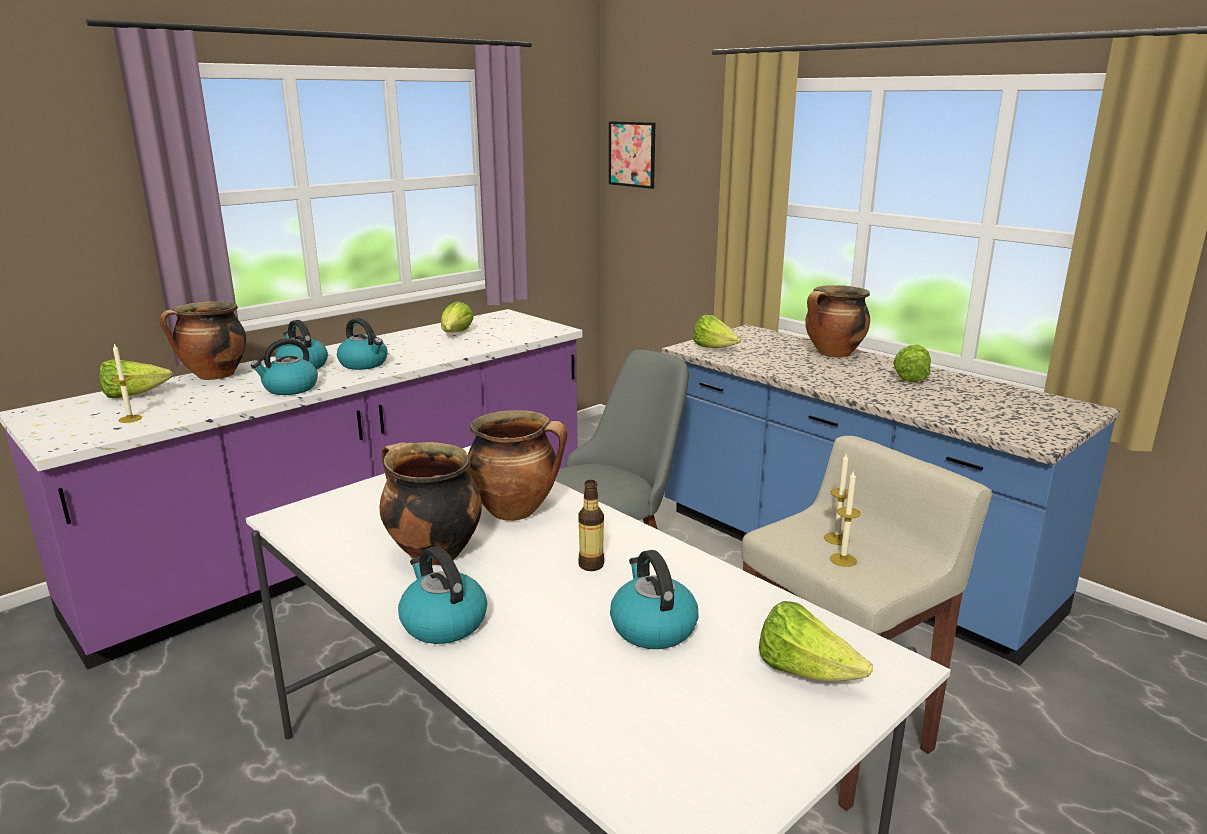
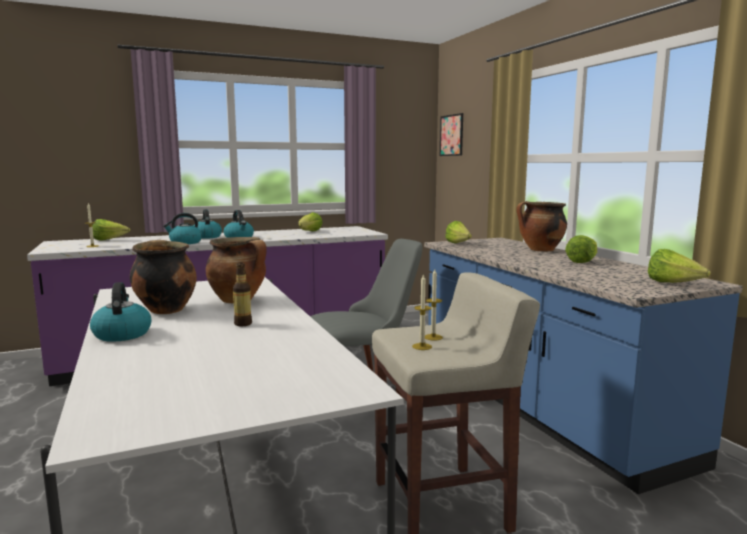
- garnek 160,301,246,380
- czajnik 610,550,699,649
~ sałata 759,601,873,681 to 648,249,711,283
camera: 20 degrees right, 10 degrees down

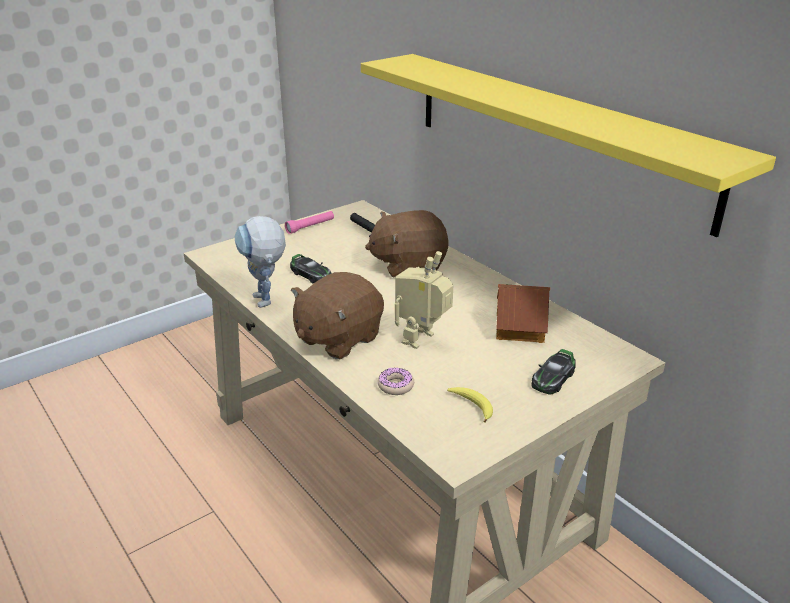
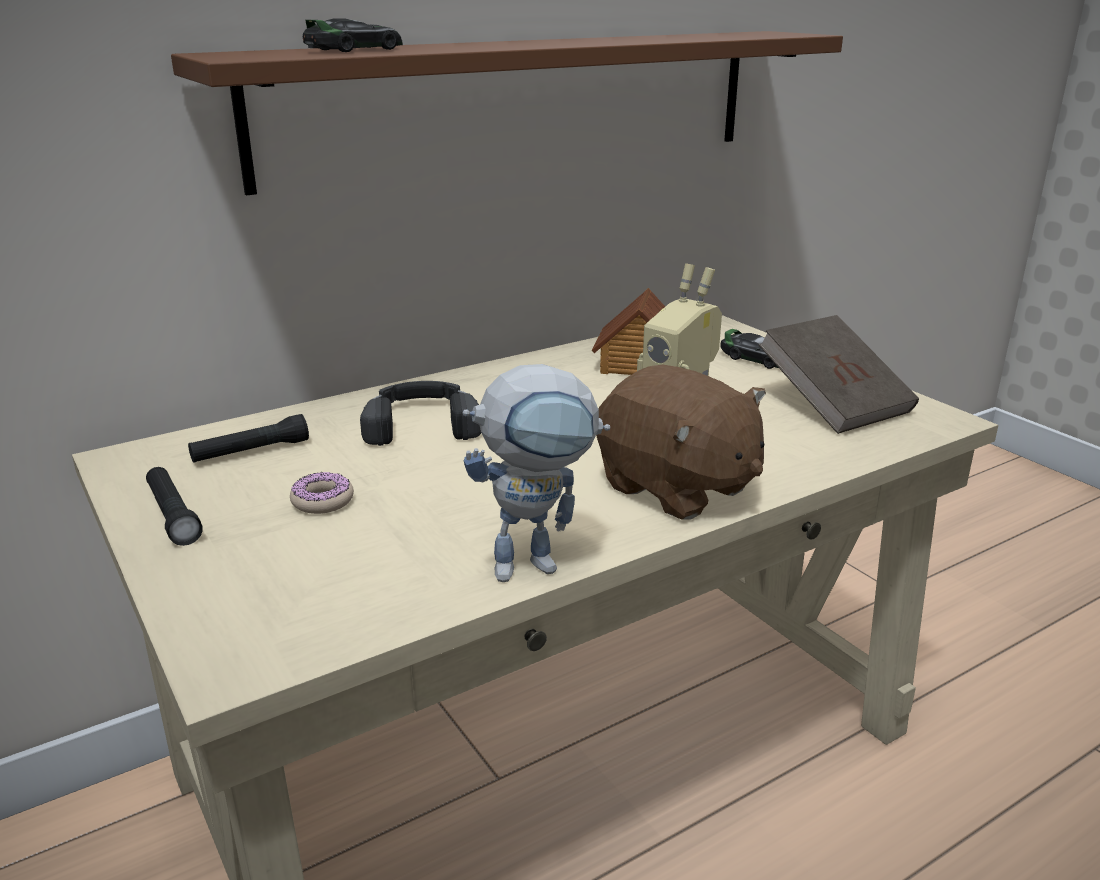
~ samochodzik 290,254,332,283 to 303,18,403,52
~ donut 378,368,414,395 to 290,472,354,514
~ pluszak/brązowy 365,210,449,277 to słuchawki/czarny 360,381,481,446
~ banan 447,387,493,423 to książka/brązowy 759,315,919,434
~ latarka/różowy 285,211,334,234 to latarka/czarny 146,467,203,546
~ półka/żółty 361,54,776,237 to półka/brązowy 171,31,843,195
camera: 85 degrees left, 5 degrees down

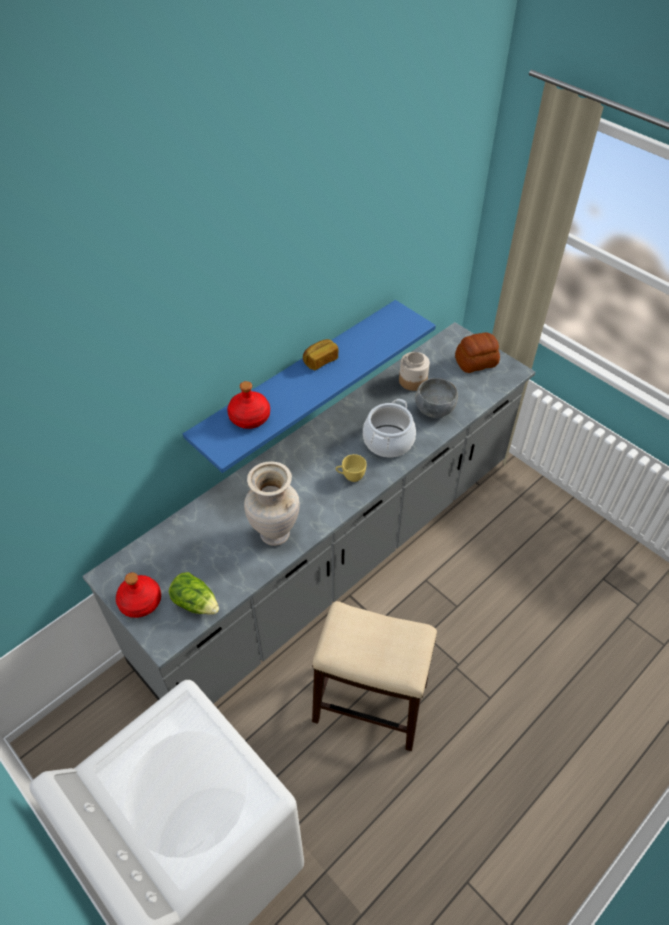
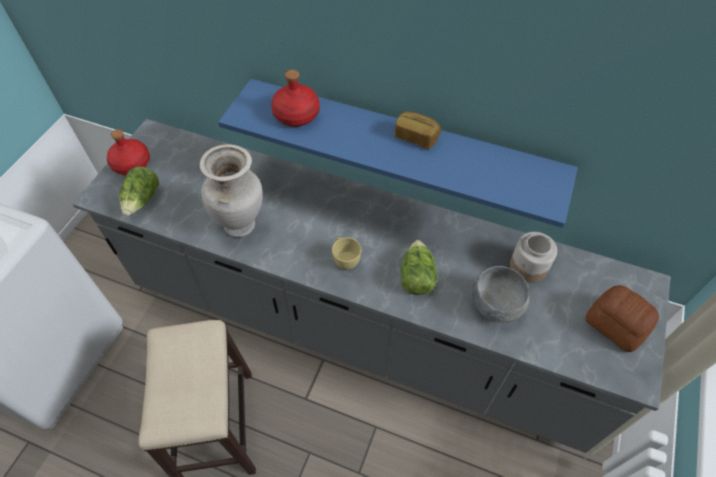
~ garnek 363,399,416,457 to sałata 401,240,437,295
camera: 65 degrees right, 5 degrees up

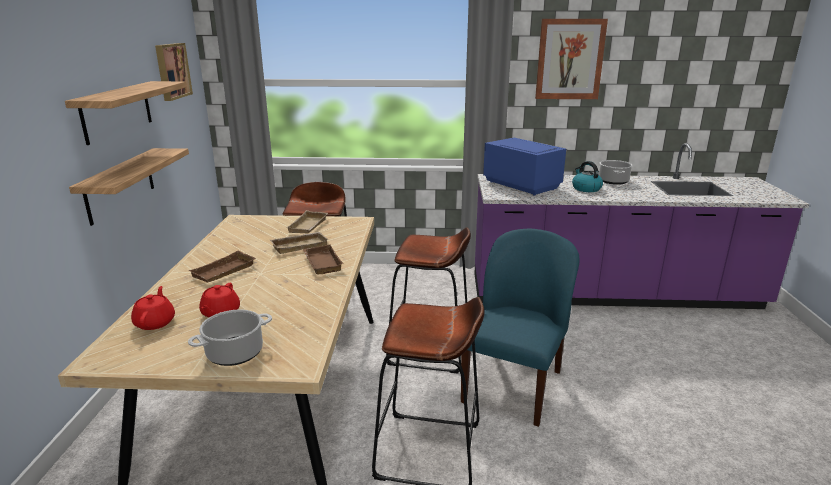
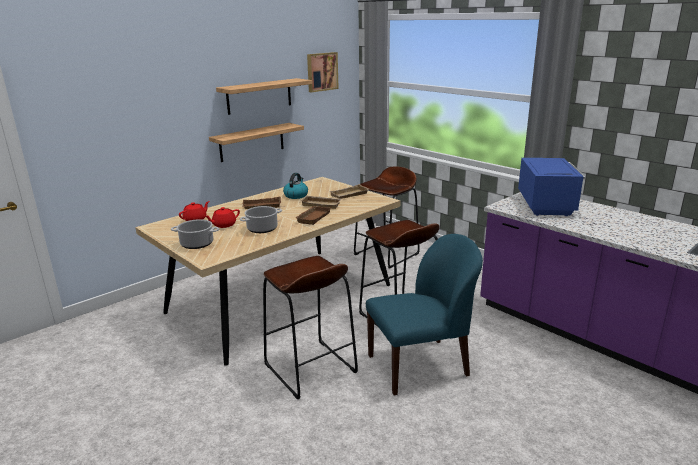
- obraz 535,19,608,99
~ czajnik 572,161,603,192 to 283,173,308,199
~ garnek 599,160,633,185 to 240,206,282,233
camera: 45 degrees right, 0 degrees up

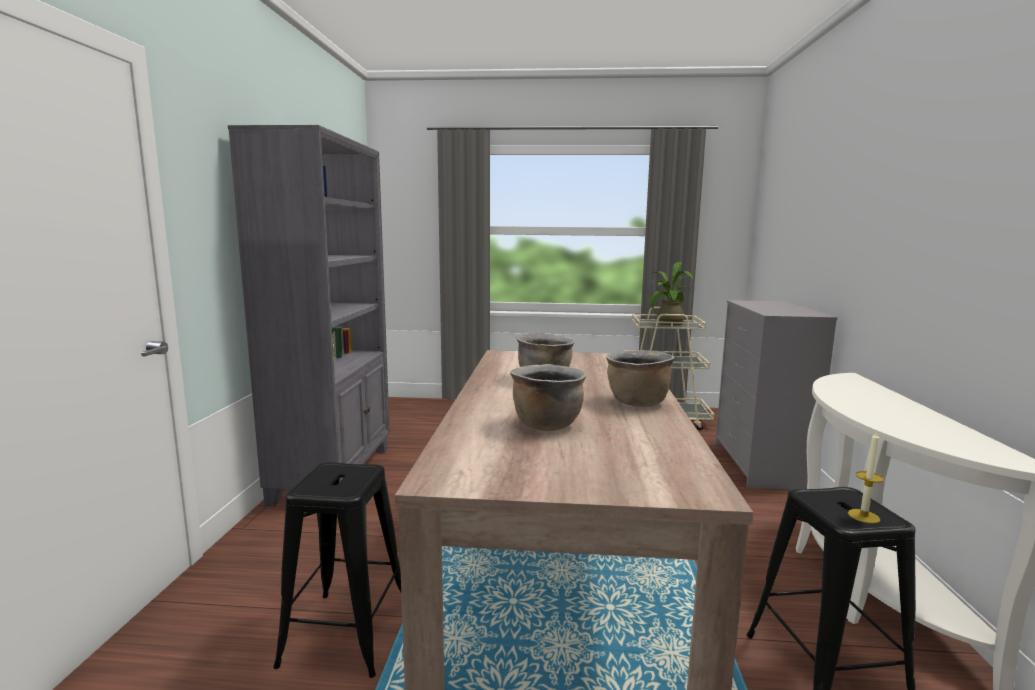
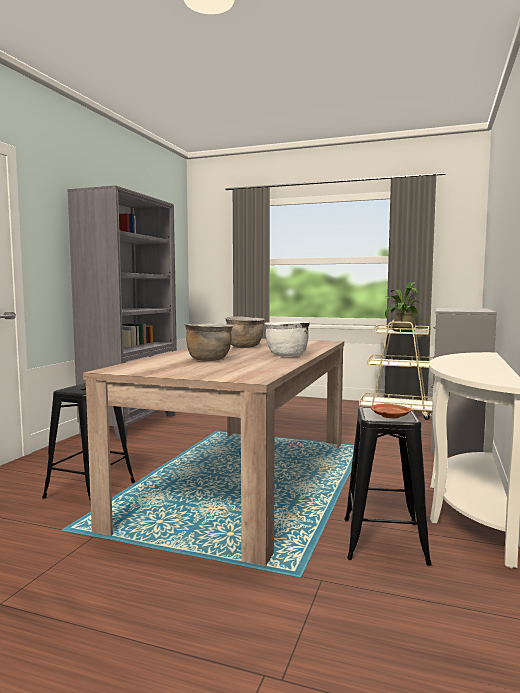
~ świeca 848,430,884,524 to talerz/brązowy 370,404,411,418
~ garnek/brązowy 606,350,675,407 to garnek/biały 264,322,310,356
camera: 15 degrees right, 5 degrees down

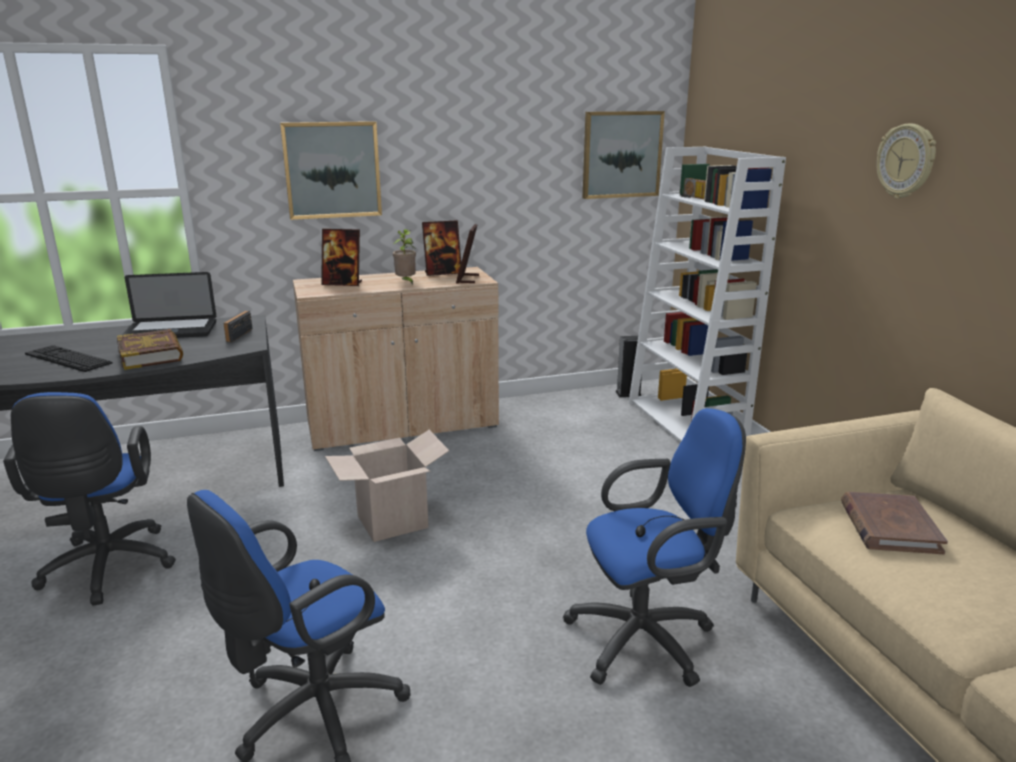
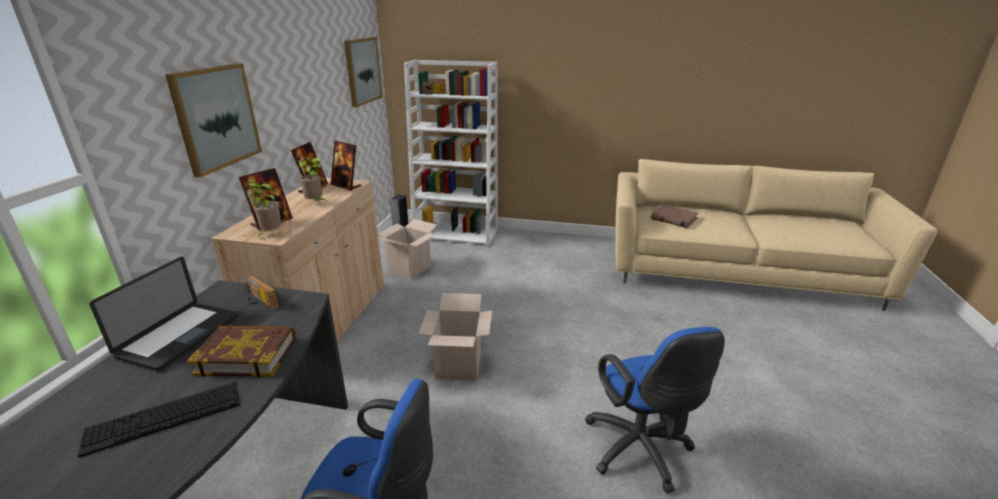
- krzesło biurowe/niebieski 563,408,746,687
- zegar ścienny 876,124,936,199
+ roślina doniczkowa 243,182,282,237
+ karton 378,219,437,280
camera: 60 degrees left, 5 degrees up

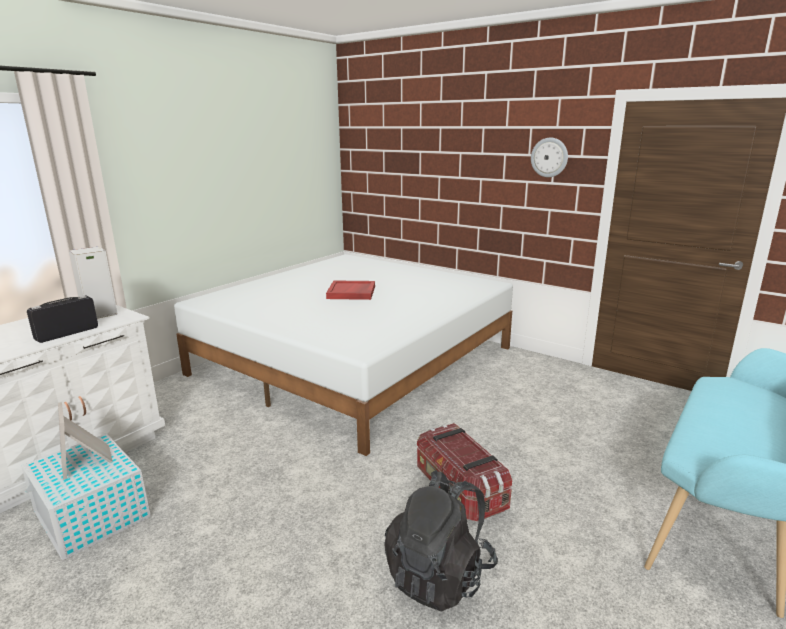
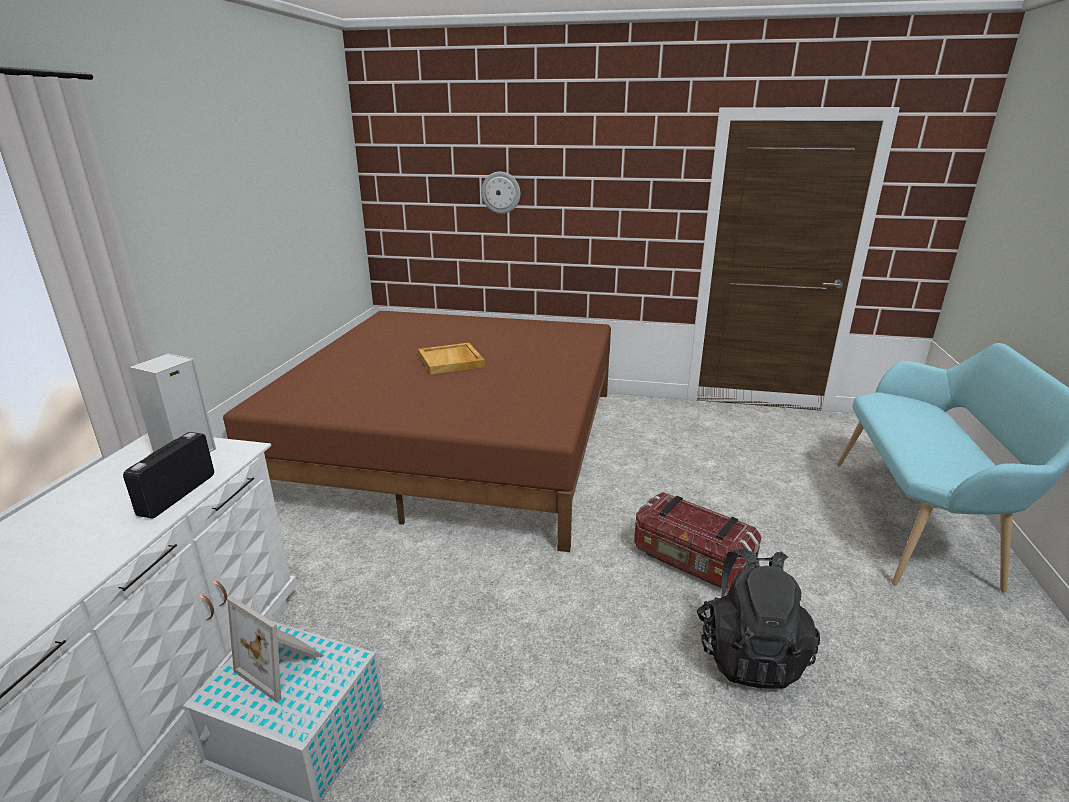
~ zegar ścienny 531,138,568,177 to 481,171,520,214
~ łóżko/biały 174,254,513,456 to łóżko/brązowy 223,311,611,552
~ taca/czerwony 326,280,375,300 to taca/beżowy 418,343,485,375
camera: 25 degrees left, 5 degrees up

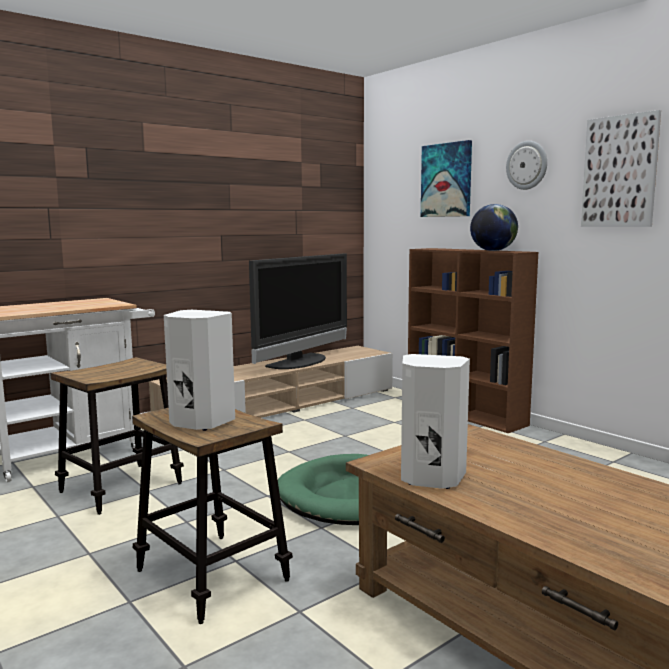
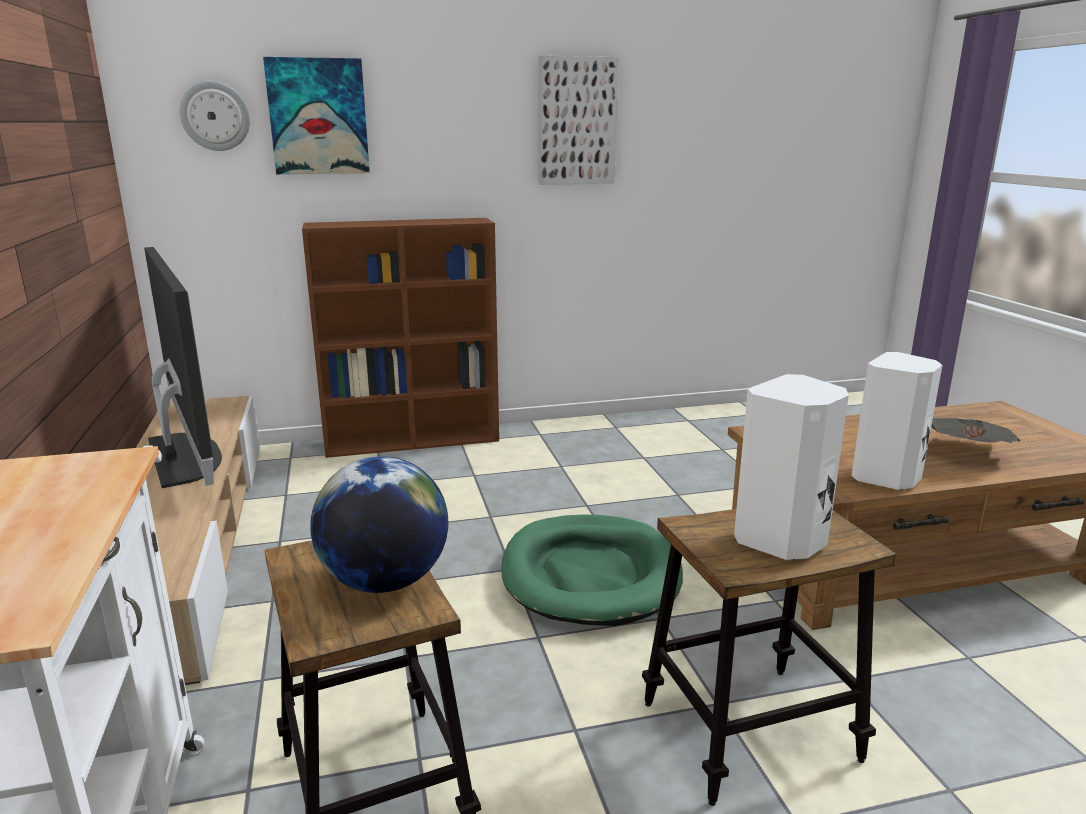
+ gazeta 931,418,1021,443
~ globus 470,204,518,251 to 310,456,448,593
~ zegar ścienny 506,141,547,190 to 180,81,250,151
camera: 65 degrees left, 10 degrees up

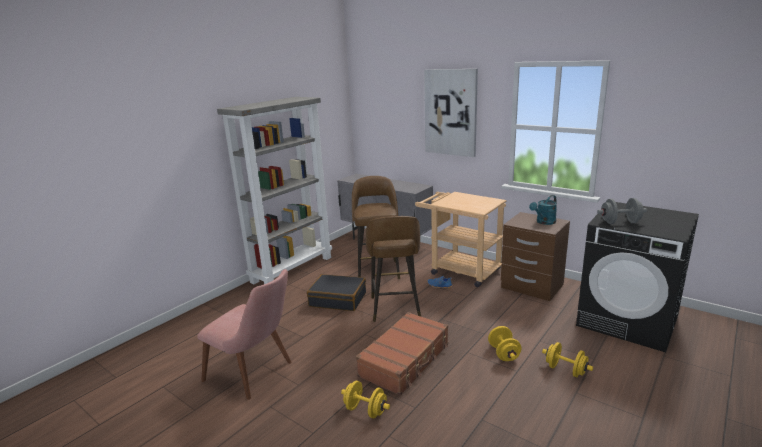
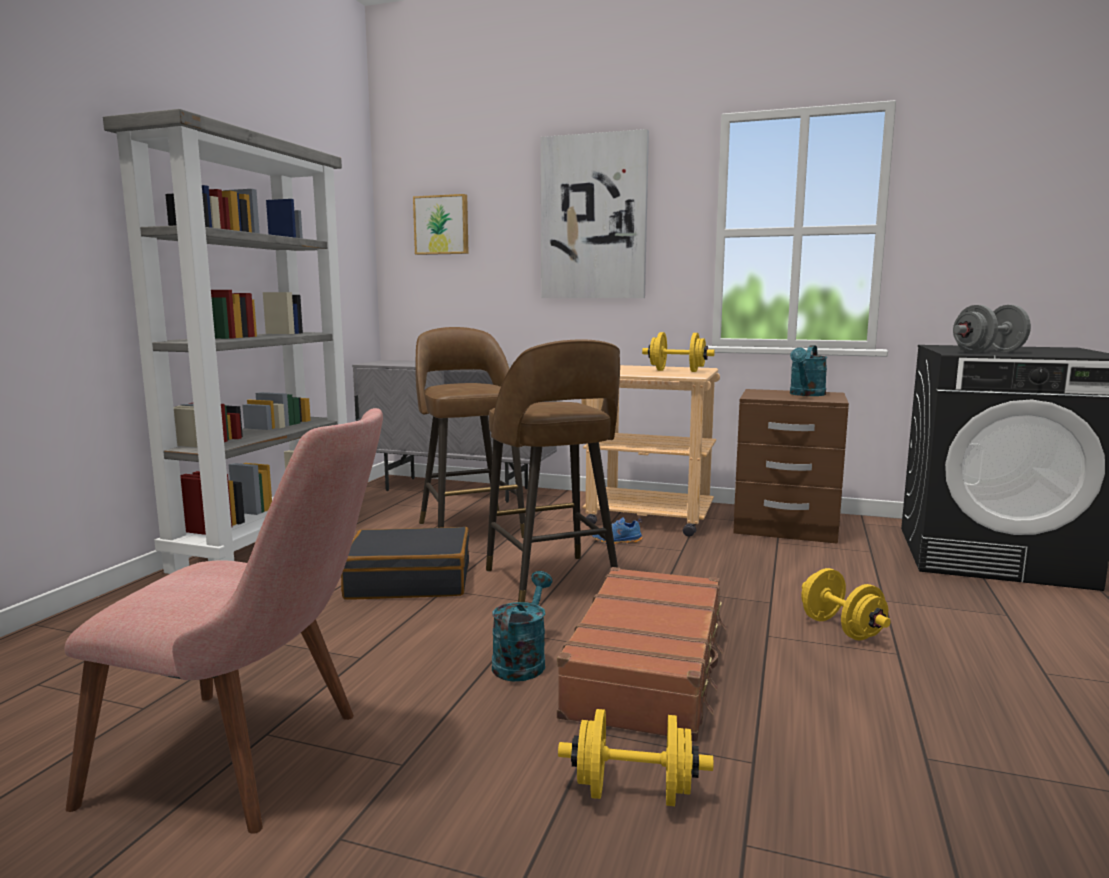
+ obraz 413,194,469,255
+ konewka/turkusowy 492,571,553,681
~ hantel/żółty 542,342,593,377 to 642,332,715,372
camera: 20 degrees left, 10 degrees down

